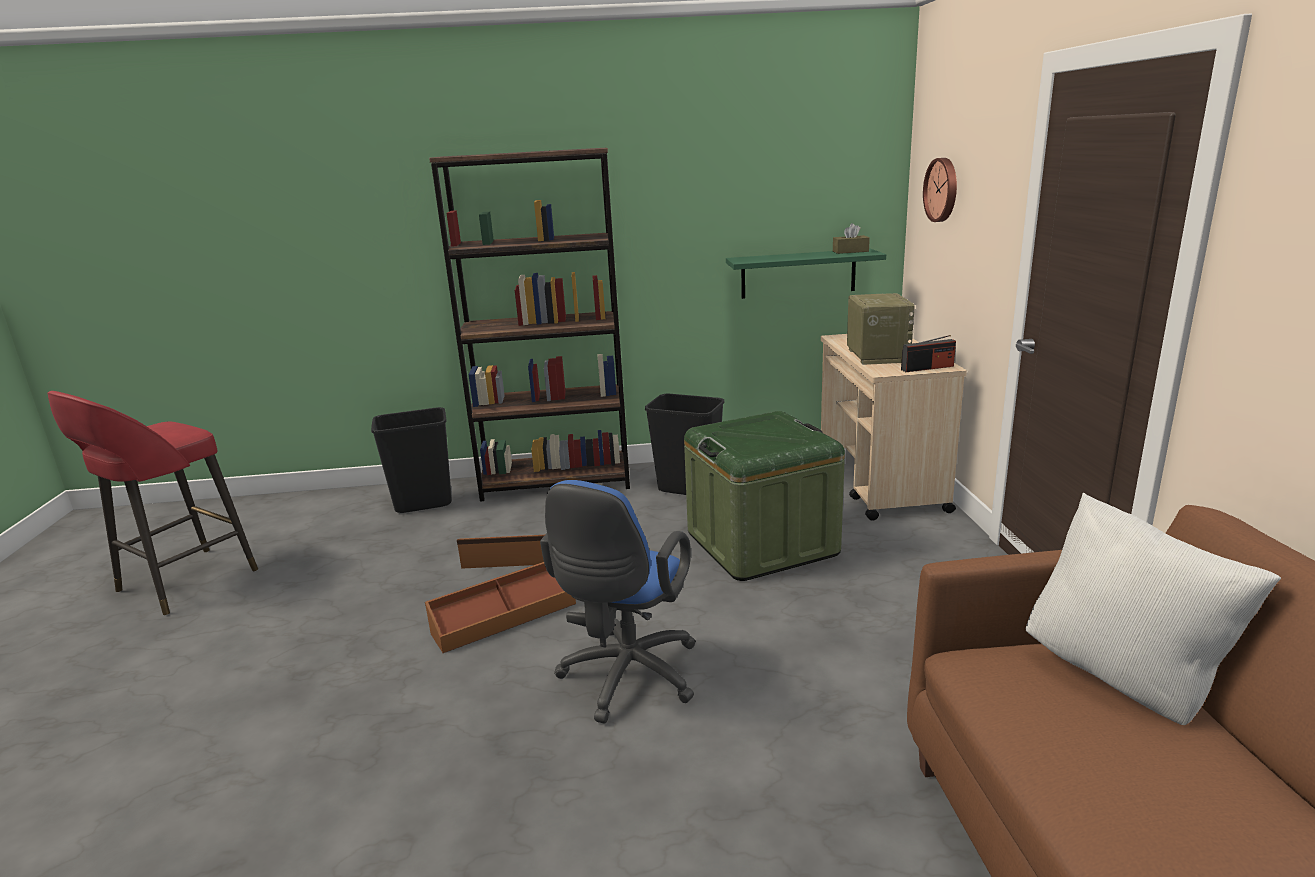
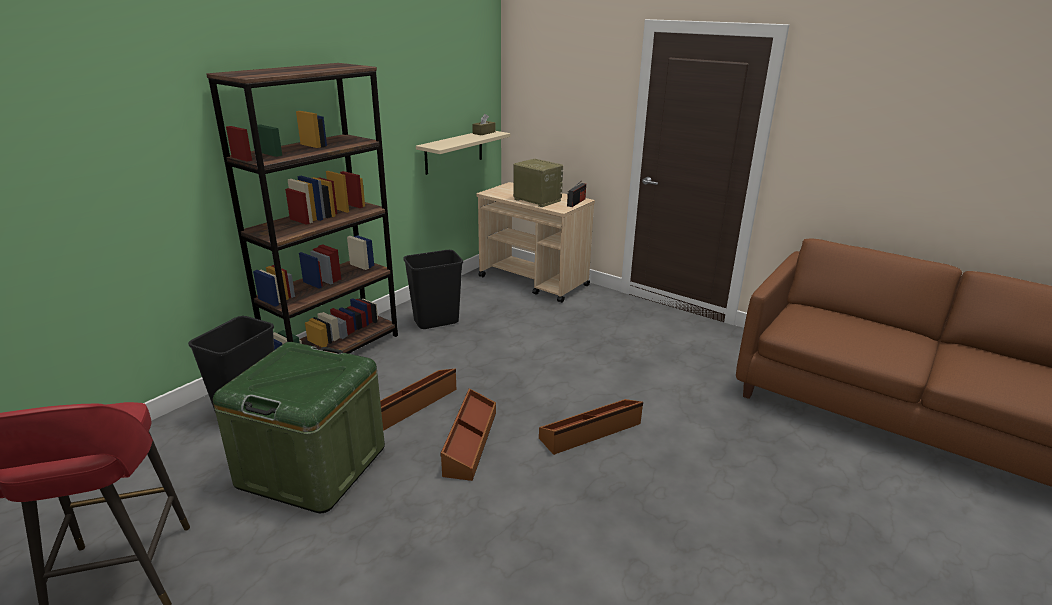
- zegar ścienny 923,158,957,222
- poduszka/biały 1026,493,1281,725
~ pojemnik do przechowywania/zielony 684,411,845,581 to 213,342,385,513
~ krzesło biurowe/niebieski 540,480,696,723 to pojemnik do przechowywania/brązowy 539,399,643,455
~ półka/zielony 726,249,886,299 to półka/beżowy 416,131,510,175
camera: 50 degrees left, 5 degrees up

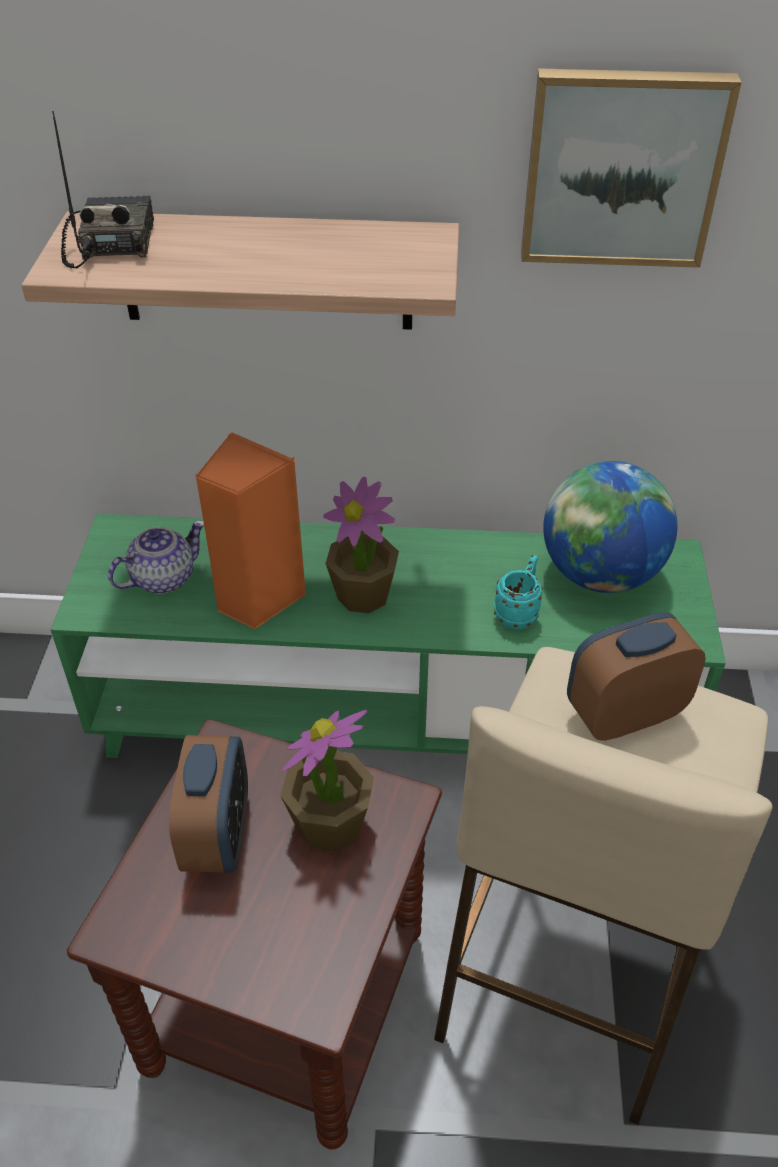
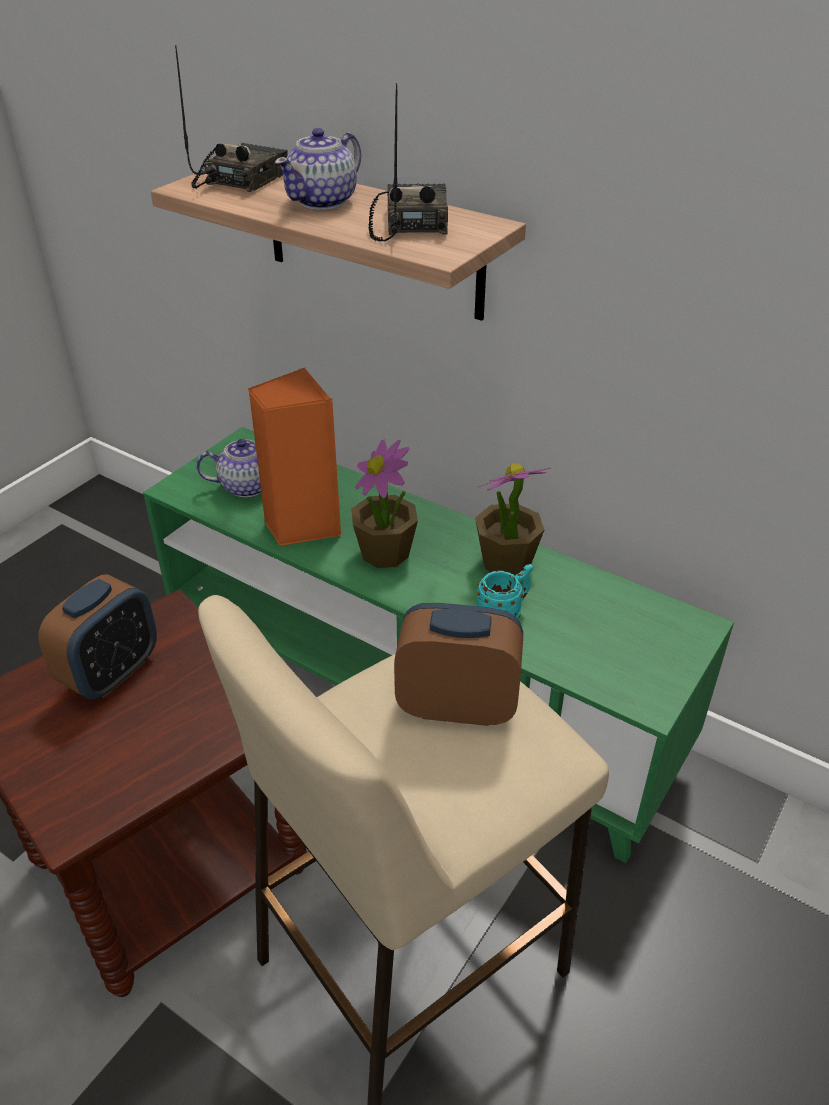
- obraz 521,68,742,268
- globus 543,461,678,593
+ imbryk 275,128,361,210
+ radio 369,83,448,241
~ roślina doniczkowa 280,710,374,852 to 475,463,551,576
camera: 30 degrees right, 5 degrees down

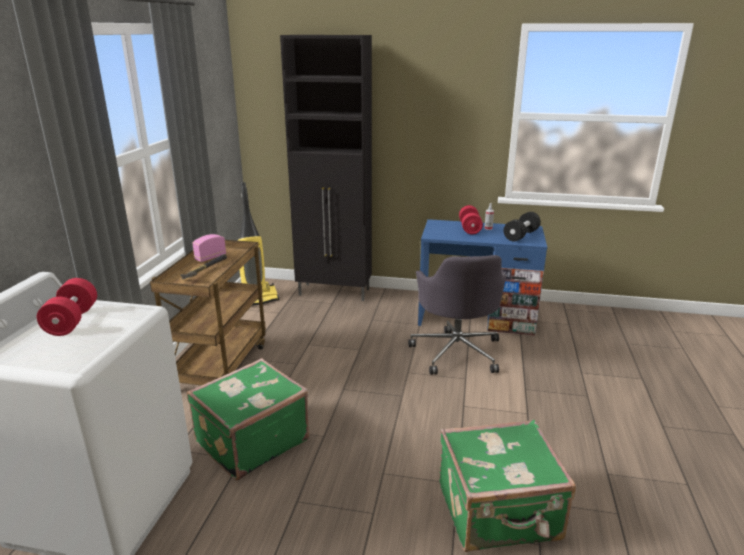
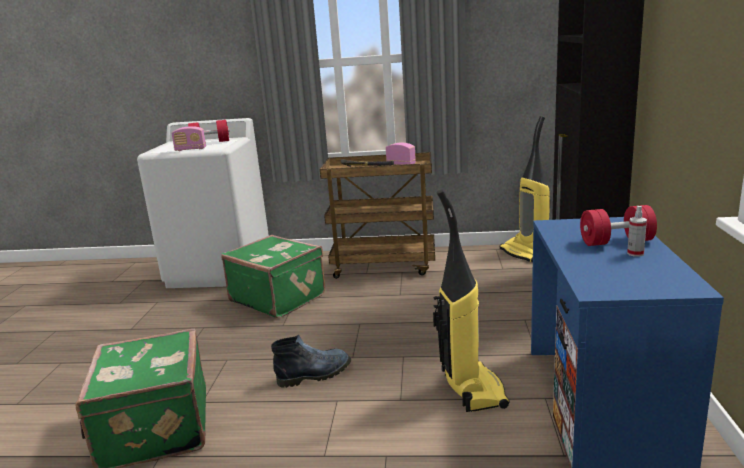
- hantel/czarny 504,212,541,242
+ radio 172,126,206,151
+ but z cholewką 271,335,351,388
~ krzesło biurowe/szary 408,255,506,375 to odkurzacz 433,189,509,412
camera: 85 degrees right, 5 degrees down

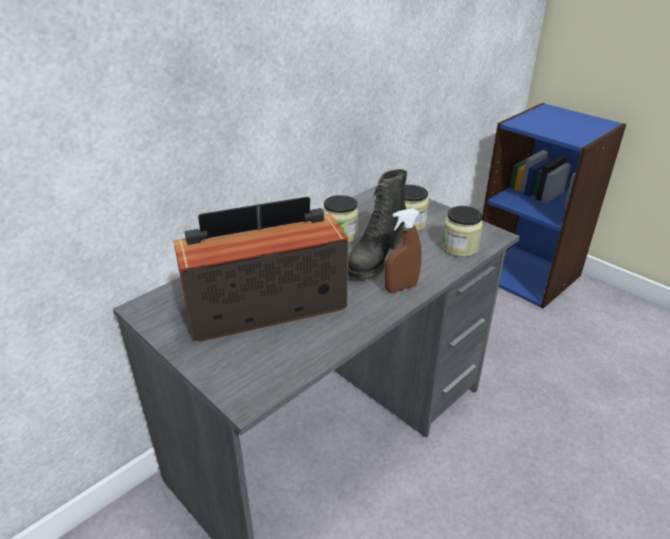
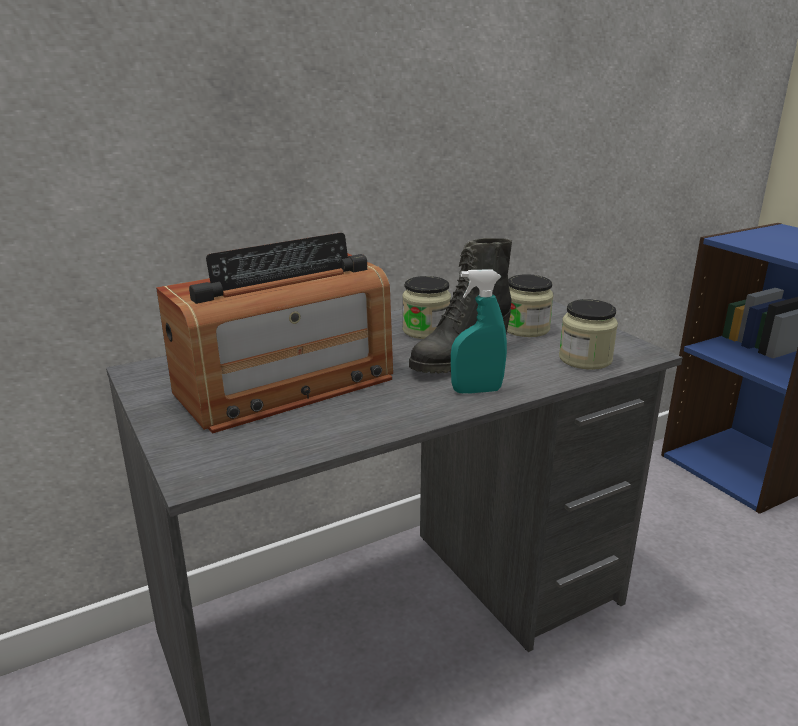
~ spryskiwacz/brązowy 384,208,422,292 to spryskiwacz/turkusowy 451,269,507,394
~ radio 174,197,348,342 = 156,233,393,434 150 degrees clockwise
camera: 15 degrees right, 10 degrees down

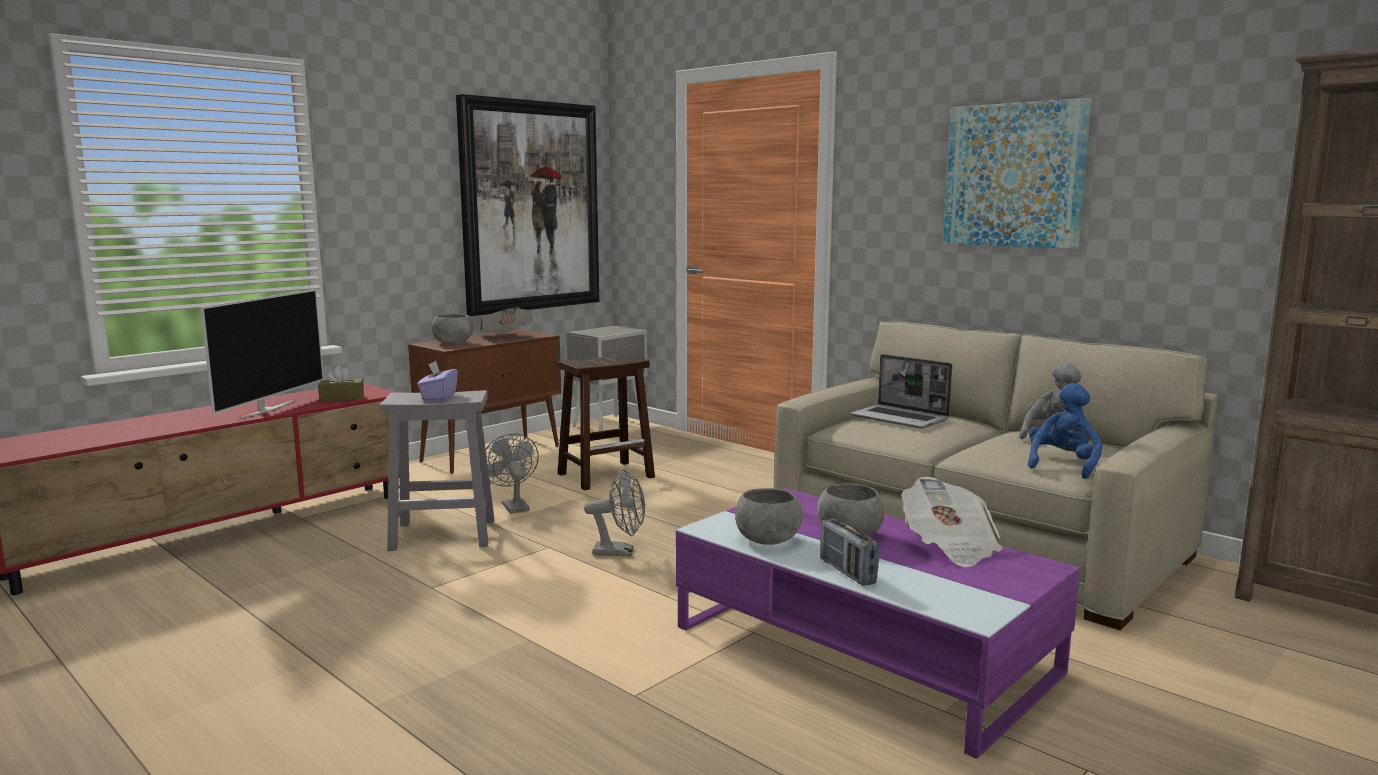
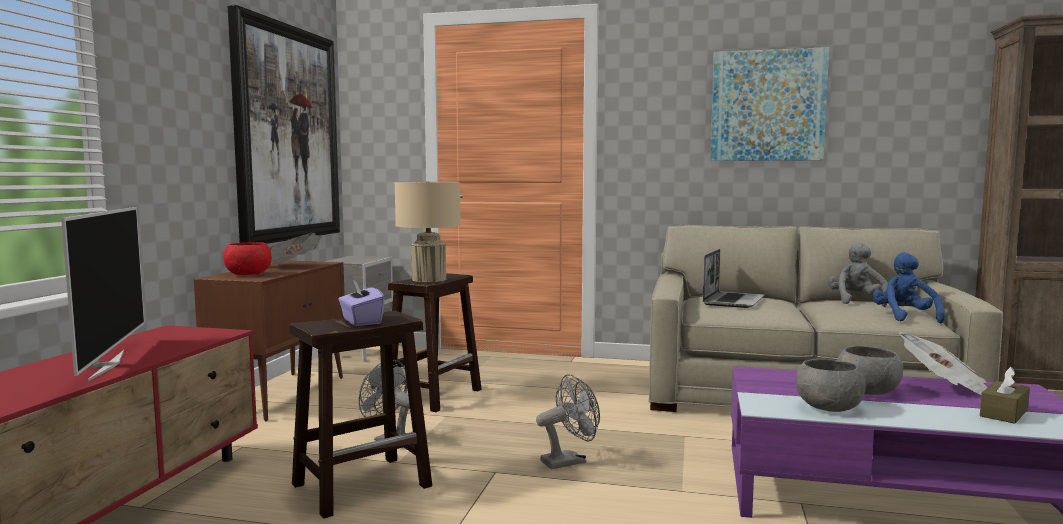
- radio 820,518,879,586
+ lampa stołowa/beżowy 394,182,461,282
~ pudełko chusteczek/brązowy 318,365,364,402 to 980,367,1030,424
~ stołek/szary 380,390,495,551 to stołek/brązowy 289,311,432,519
~ miska/szary 431,314,473,344 to miska/czerwony 223,242,272,275
~ laptop 851,354,952,429 = 703,249,764,308 75 degrees counterclockwise
camera: 30 degrees left, 5 degrees down

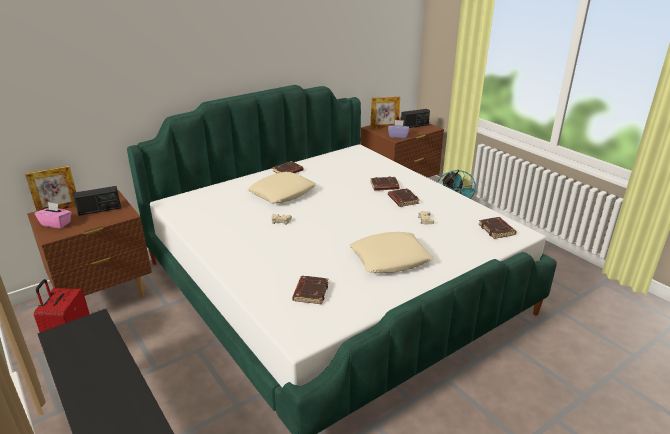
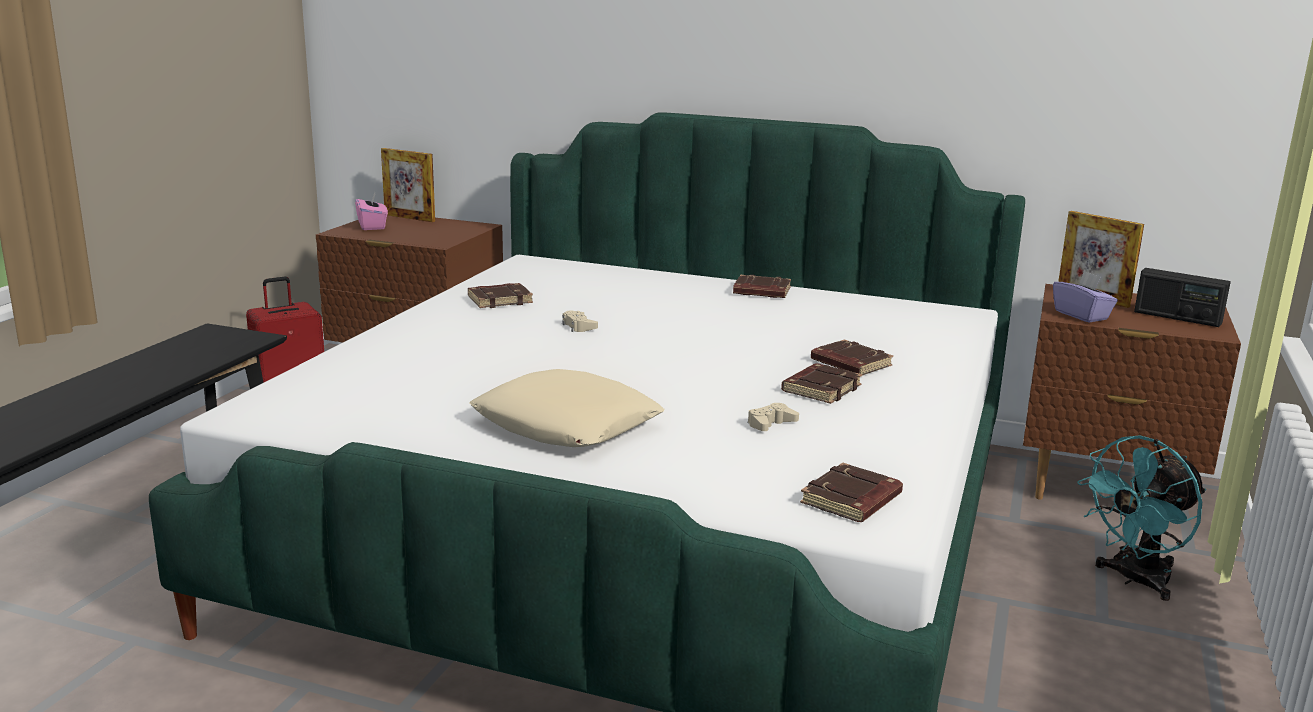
- radio 73,186,121,216
- poduszka/beżowy 247,172,316,203
~ książka/brązowy 292,276,329,304 to 468,283,533,308
camera: 55 degrees right, 10 degrees down

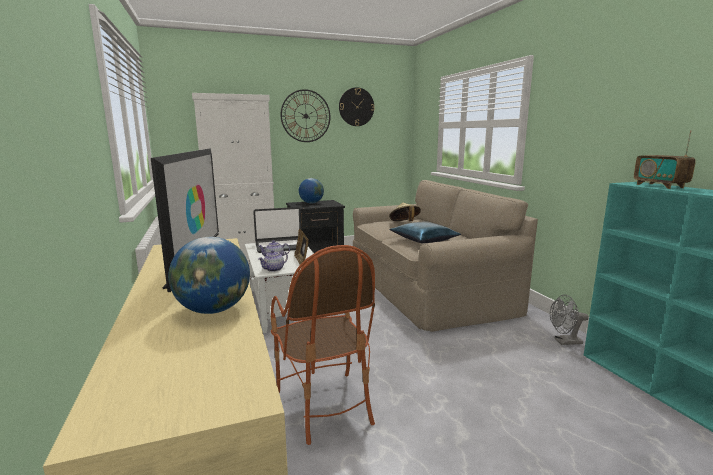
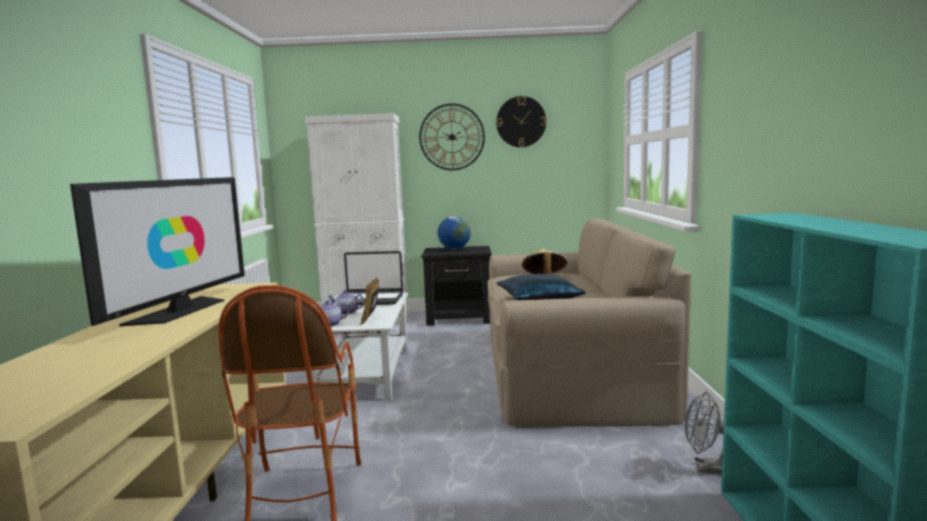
- globus 168,237,250,314
- radio 634,130,696,189
camera: 20 degrees right, 5 degrees down

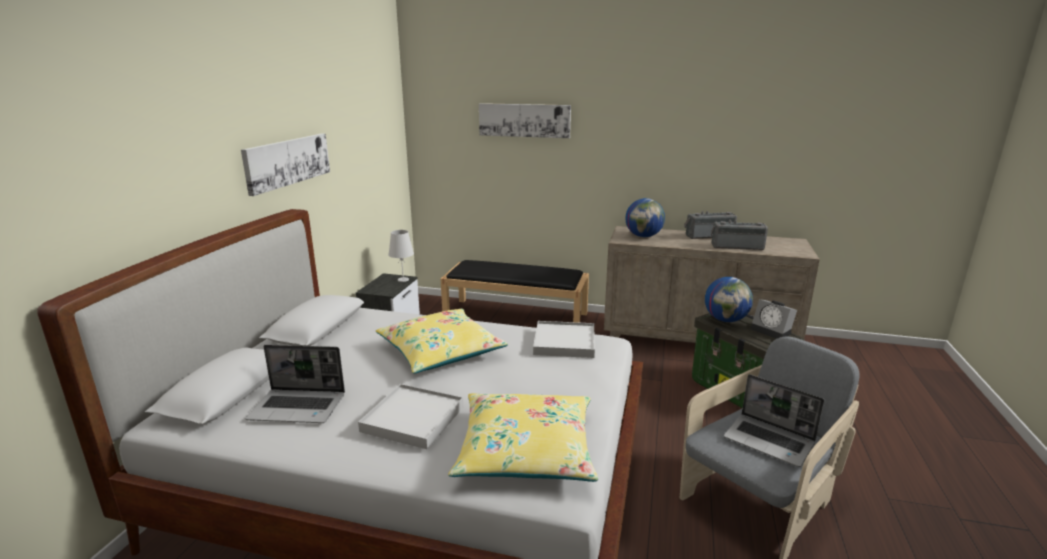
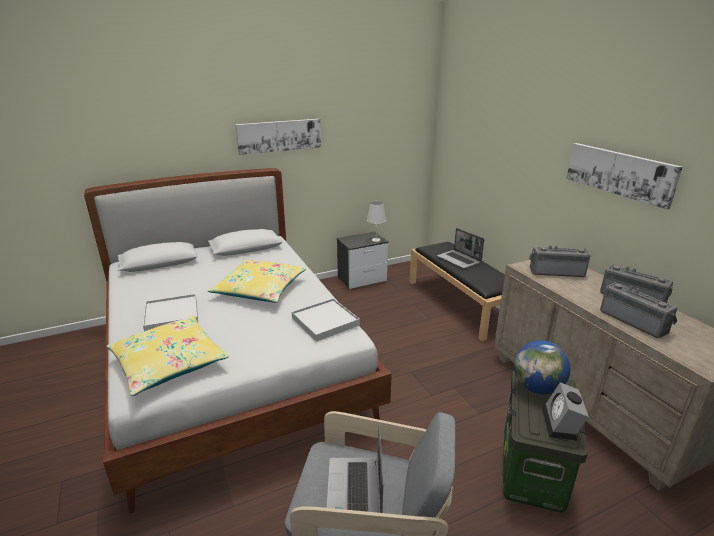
~ laptop 246,345,345,423 to 437,228,484,269
~ obraz 479,103,571,138 to 566,143,683,210
~ globus 626,198,665,237 to radio 529,245,590,277
camera: 50 degrees right, 5 degrees up

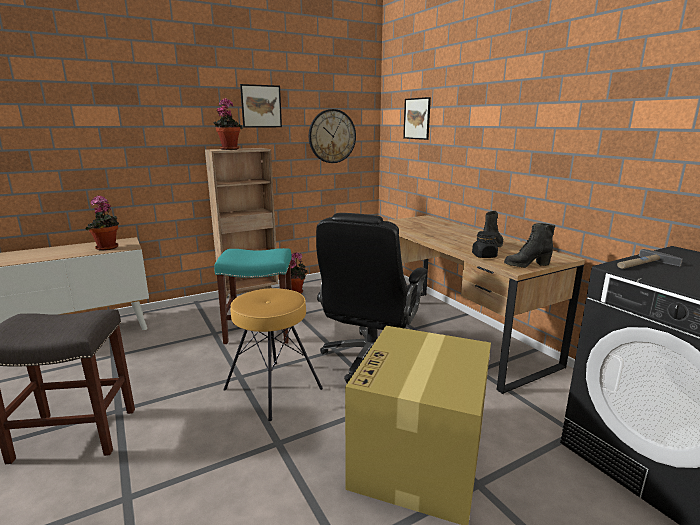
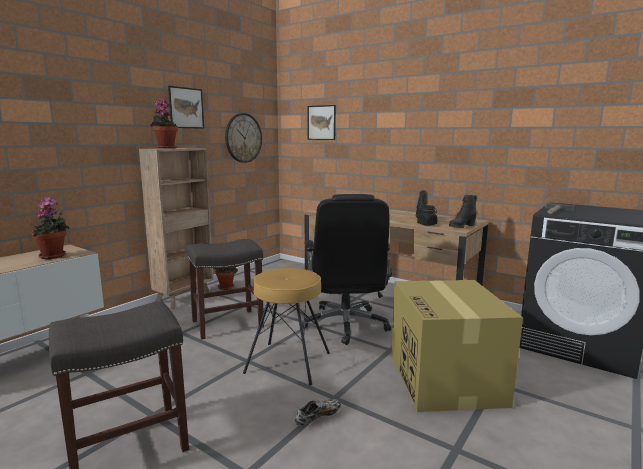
+ but 295,399,341,427
~ stołek/turkusowy 214,248,292,344 to stołek/szary 186,239,264,339
camera: 25 degrees left, 5 degrees down

